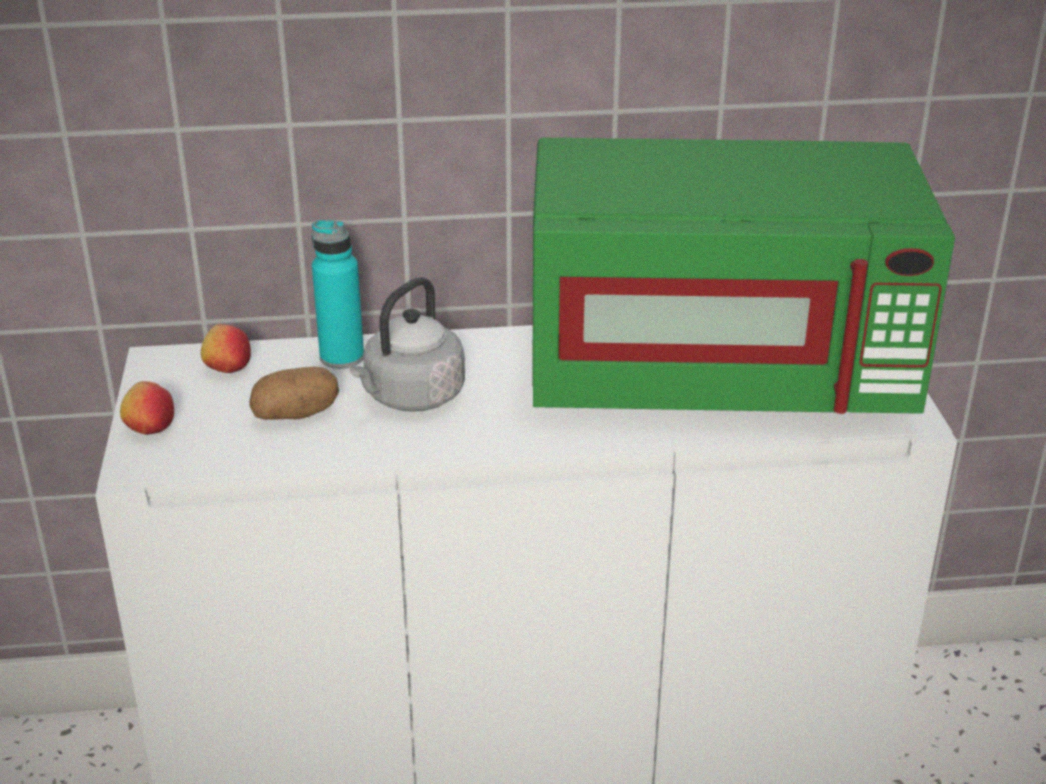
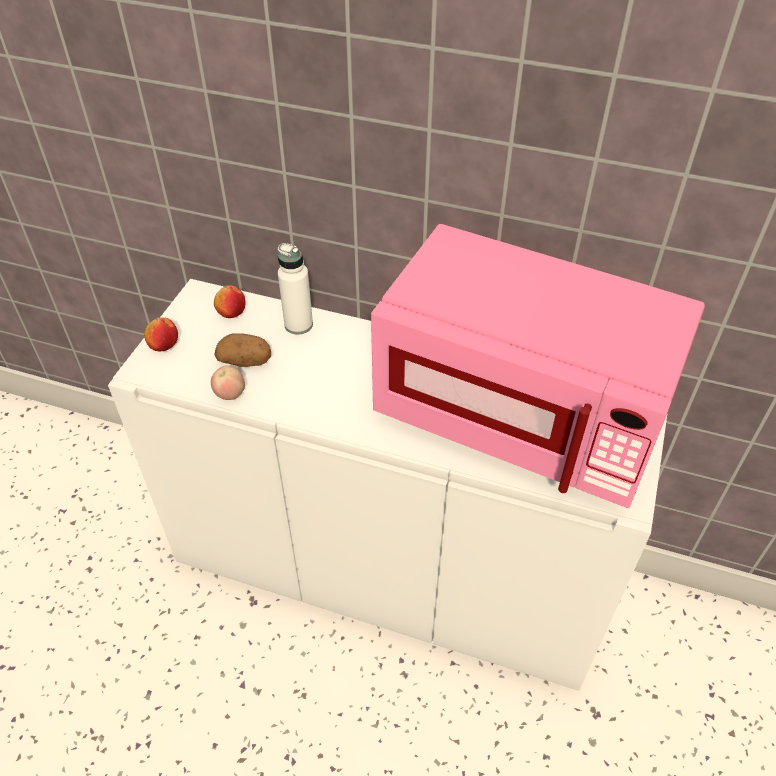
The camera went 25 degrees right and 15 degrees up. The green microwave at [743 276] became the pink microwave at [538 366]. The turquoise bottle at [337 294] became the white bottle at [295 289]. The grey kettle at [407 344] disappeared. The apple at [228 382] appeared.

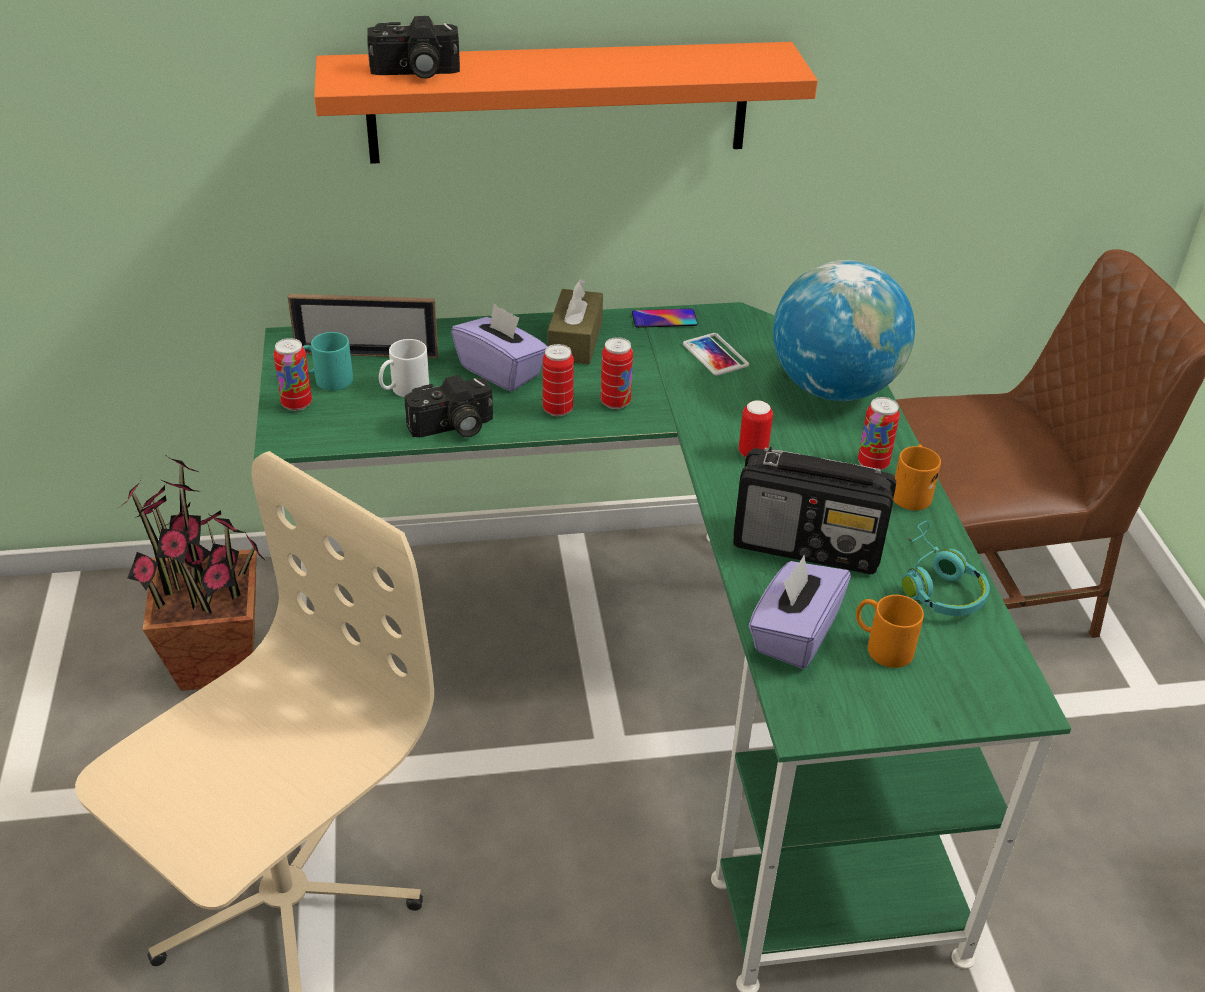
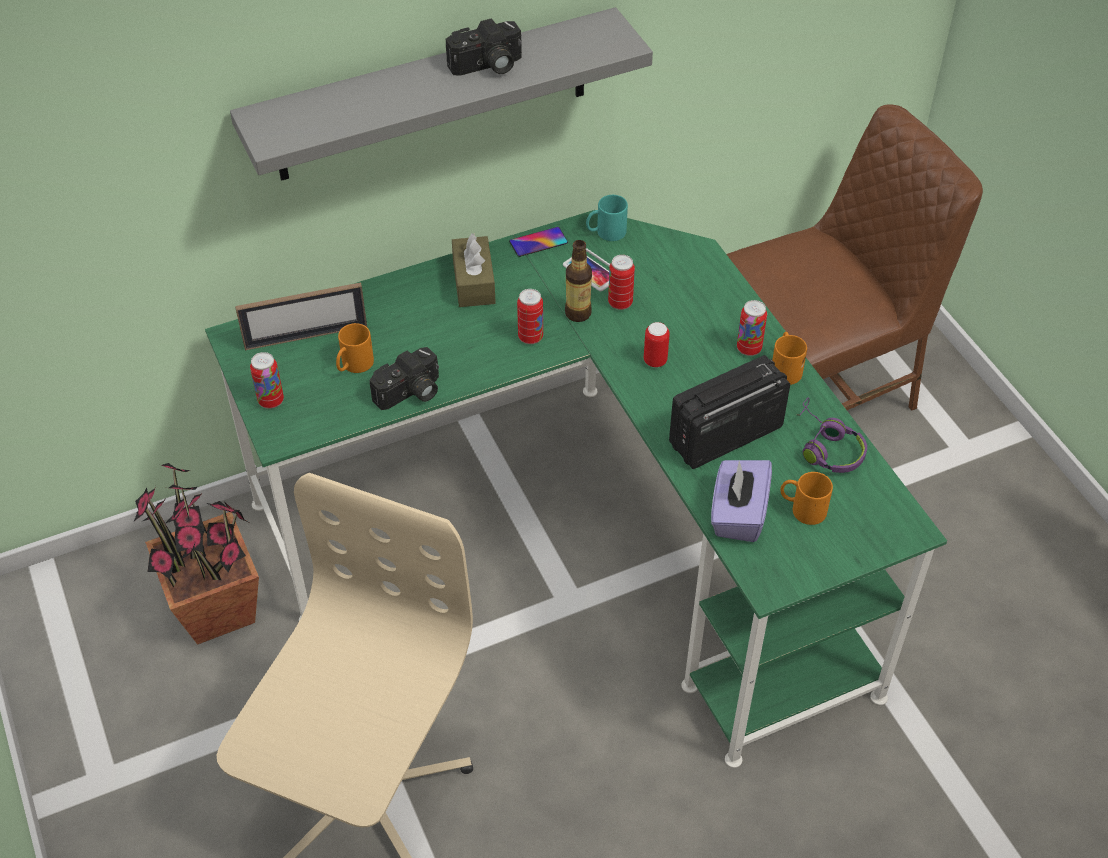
The camera went 15 degrees left and 10 degrees up. The photo camera moved from [413 47] to [484 47]. The orange shelf at [566 103] became the grey shelf at [441 94]. The globe at [844 330] disappeared. The purple tissue box at [499 348] disappeared. The turquoise mug moved from [327 361] to [607 218]. The white mug at [404 368] became the orange mug at [355 348]. The can moved from [558 380] to [621 282]. The radio at [814 510] turned 150 degrees clockwise. The turquoise headphones at [946 568] became the purple headphones at [832 435]. The bottle at [578 281] appeared.

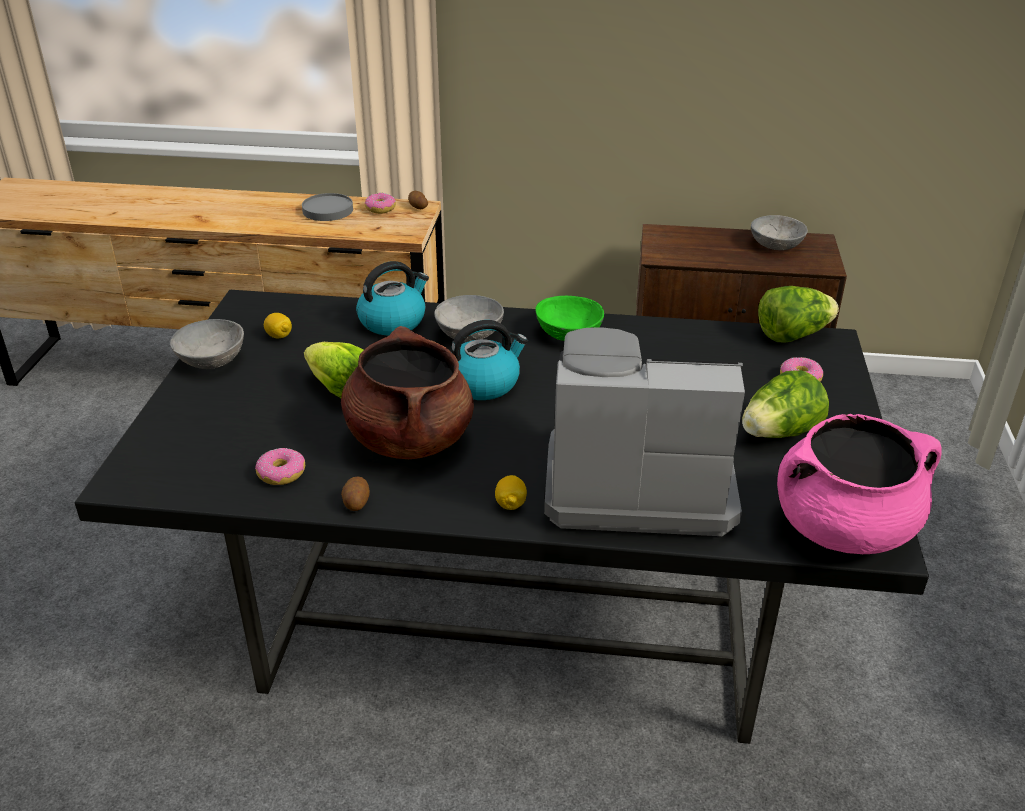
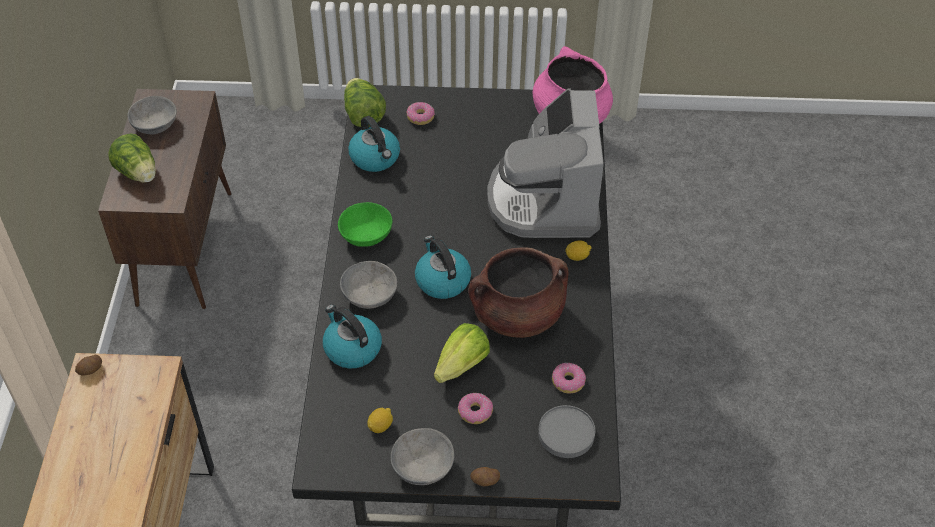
The camera went 95 degrees left and 15 degrees up. The grey plate moved from [327 207] to [566 431]. The donut moved from [380 203] to [475 408]. The lettuce moved from [785 404] to [132 158]. The potato moved from [355 493] to [485 476]. The kettle at [374 144] appeared.

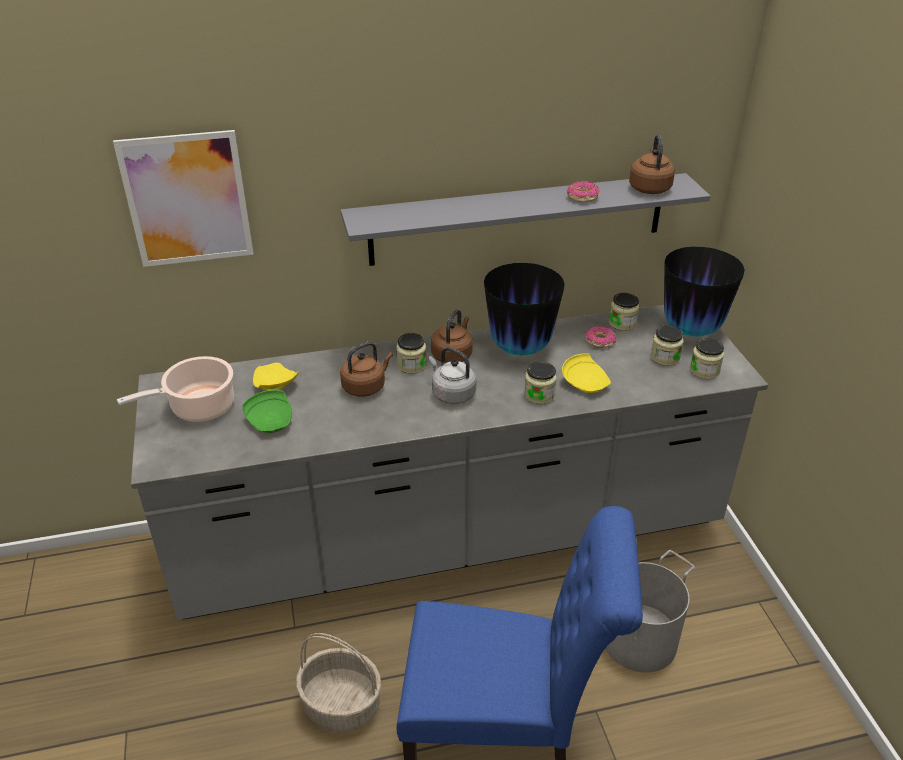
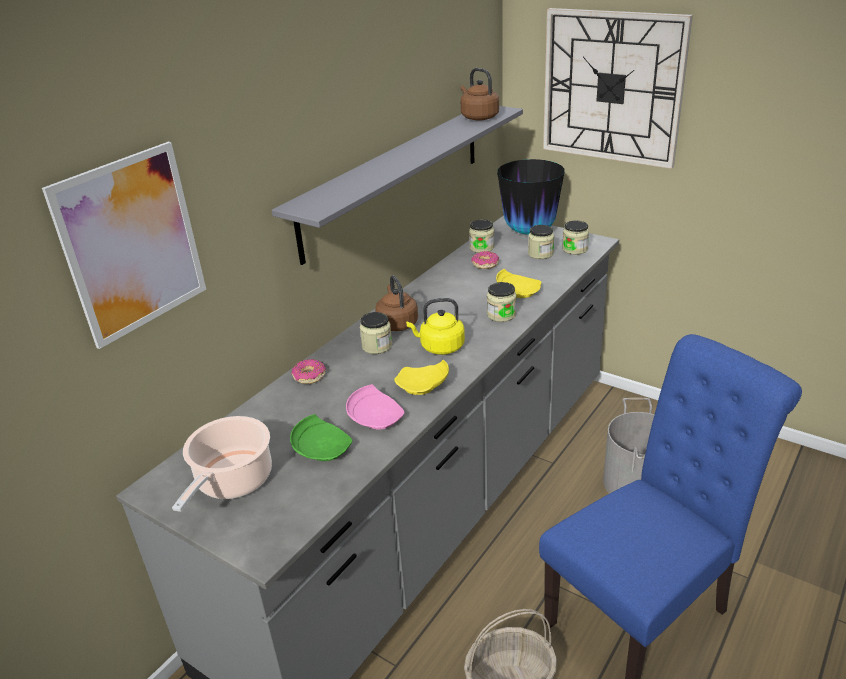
The camera went 40 degrees left and 5 degrees down. The donut moved from [583 191] to [308 371]. The vase at [524 309] disappeared. The brown kettle at [366 369] disappeared. The grey kettle at [452 375] became the yellow kettle at [435 326]. The yellow plate moved from [276 377] to [421 377]. The wall clock at [618 88] appeared. The pink plate at [375 406] appeared.

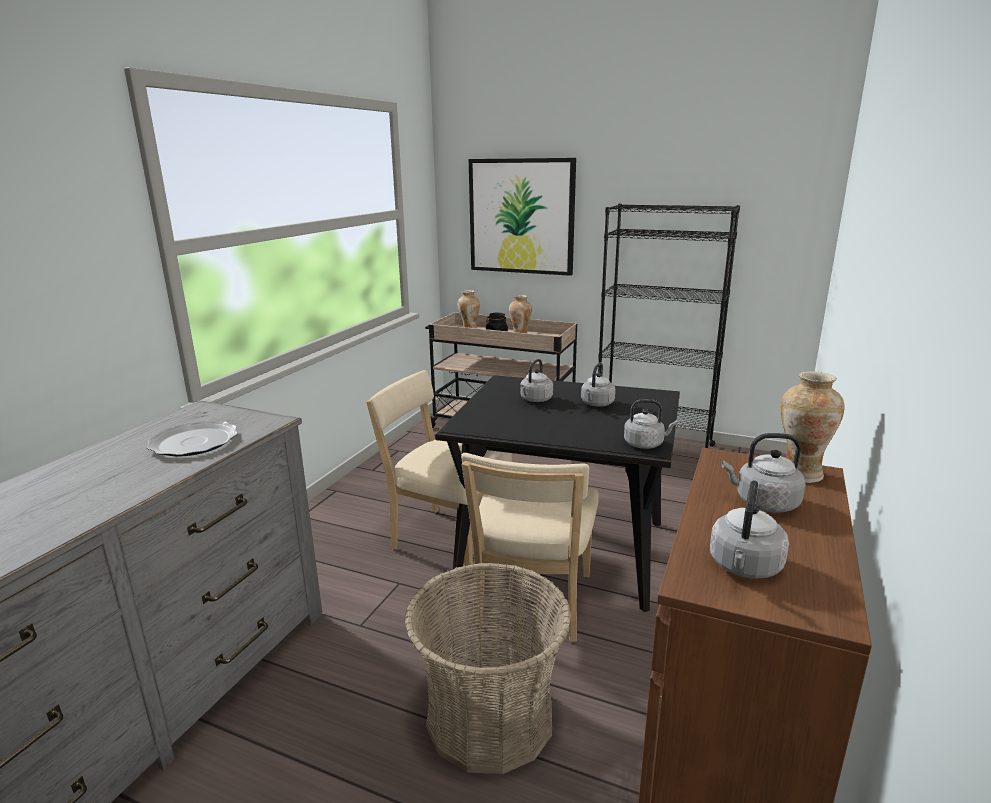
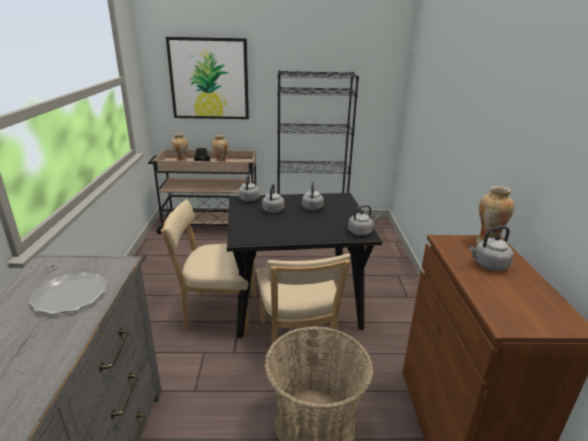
The camera went 25 degrees left and 5 degrees up. The grey kettle moved from [749 529] to [249 188].

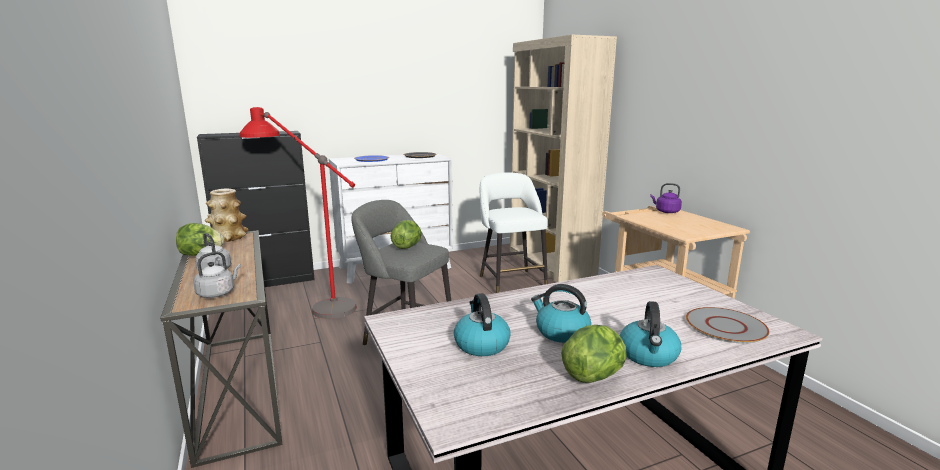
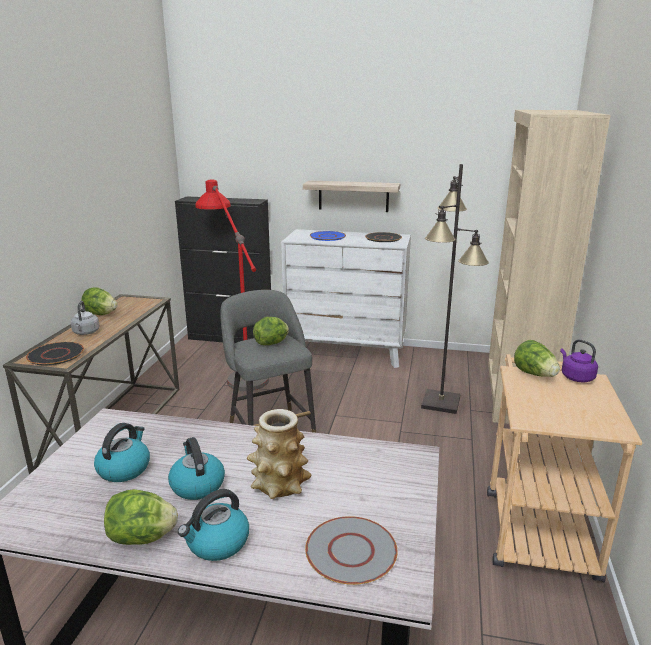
The camera went 35 degrees right and 5 degrees up. The white stool at [514 232] was replaced by the black floor lamp at [455 289]. The vase moved from [226 215] to [279 454]. The grey kettle at [217 275] was replaced by the black plate at [55 353]. The shelf at [351 196] appeared. The lettuce at [537 358] appeared.

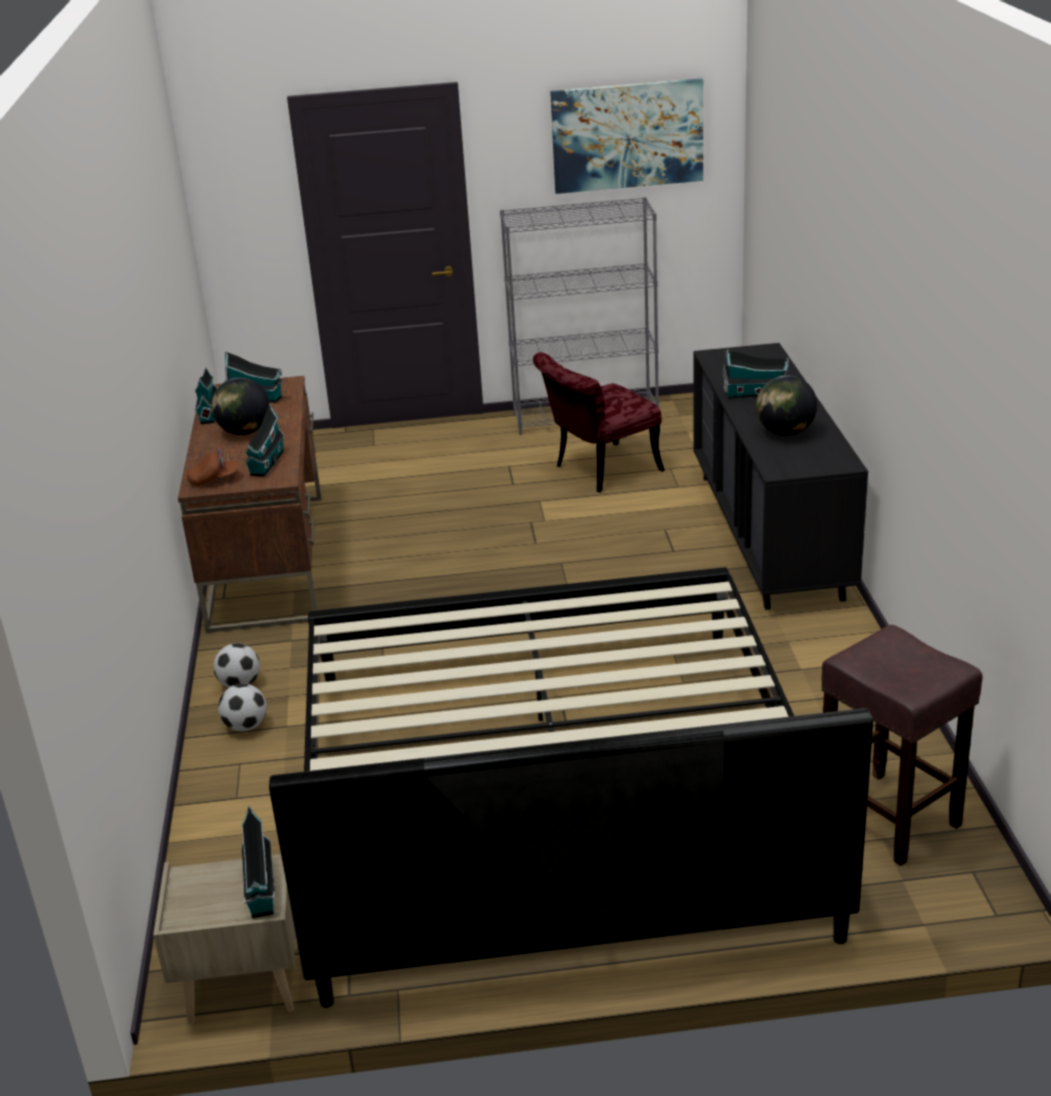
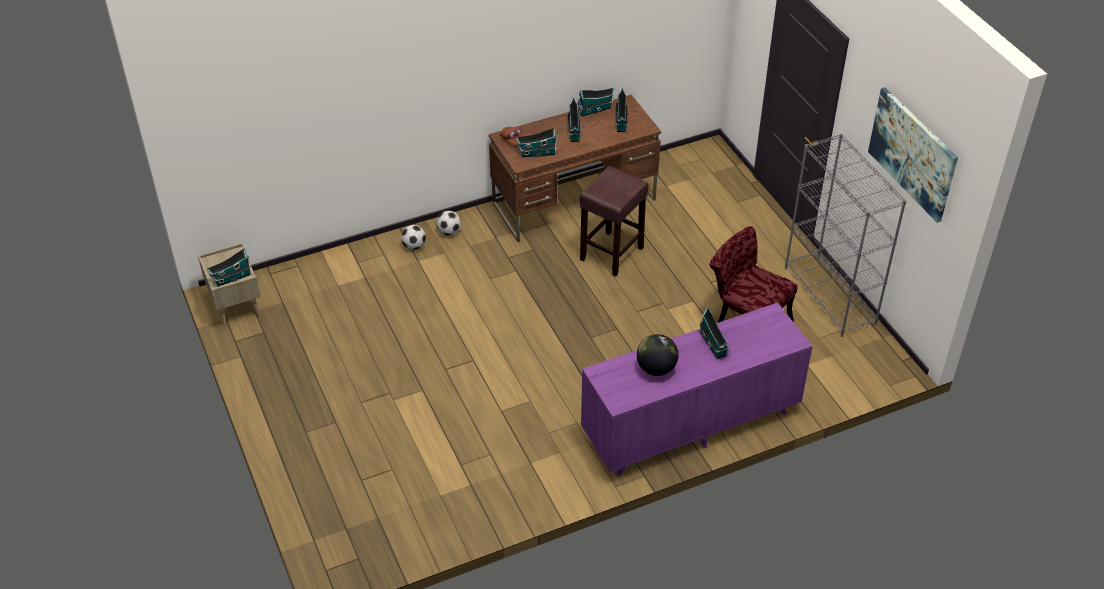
The camera went 70 degrees right and 15 degrees up. The black dresser at [781 476] became the purple dresser at [697 389]. The globe at [240 406] was replaced by the toy house at [574 119]. The bed at [571 787] disappeared. The brown stool moved from [902 745] to [614 221].

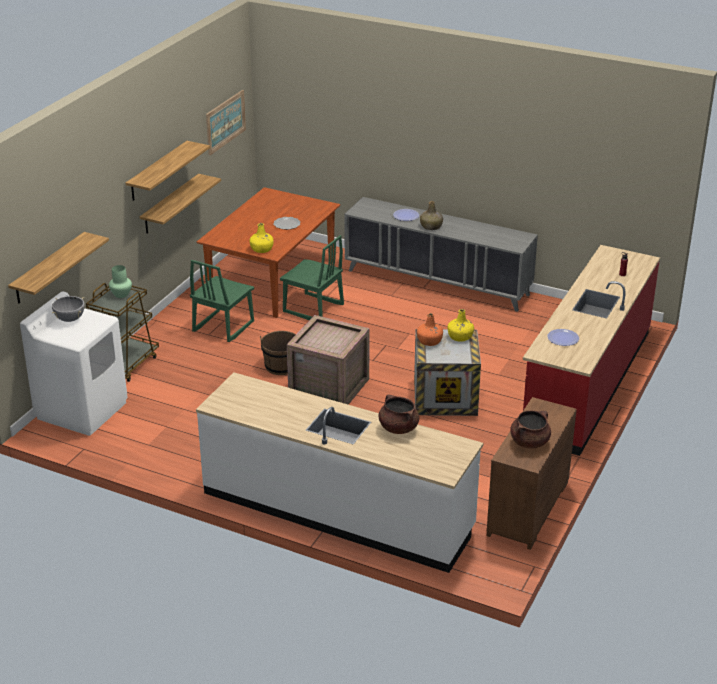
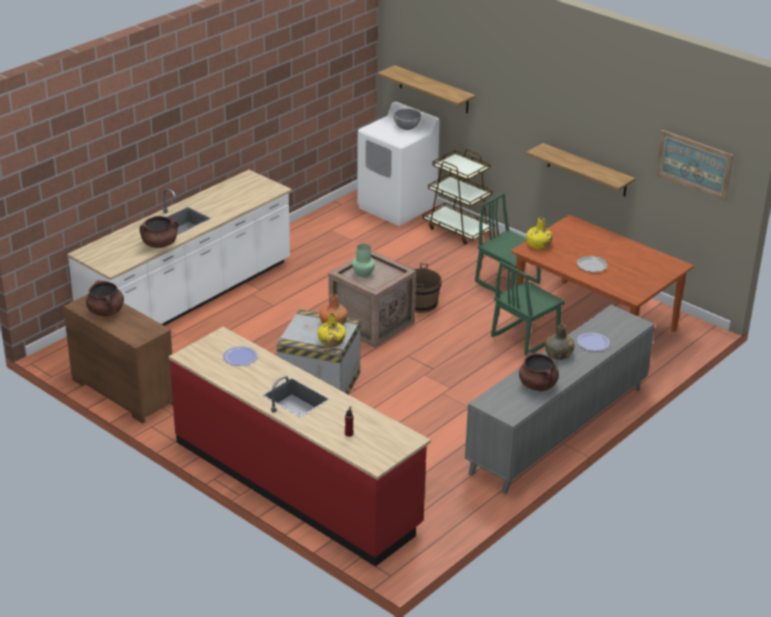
The camera went 105 degrees right and 0 degrees up. The shelf at [168 171] disappeared. The green vase moved from [120 281] to [363 260]. The brown cooking pot at [539 371] appeared.

